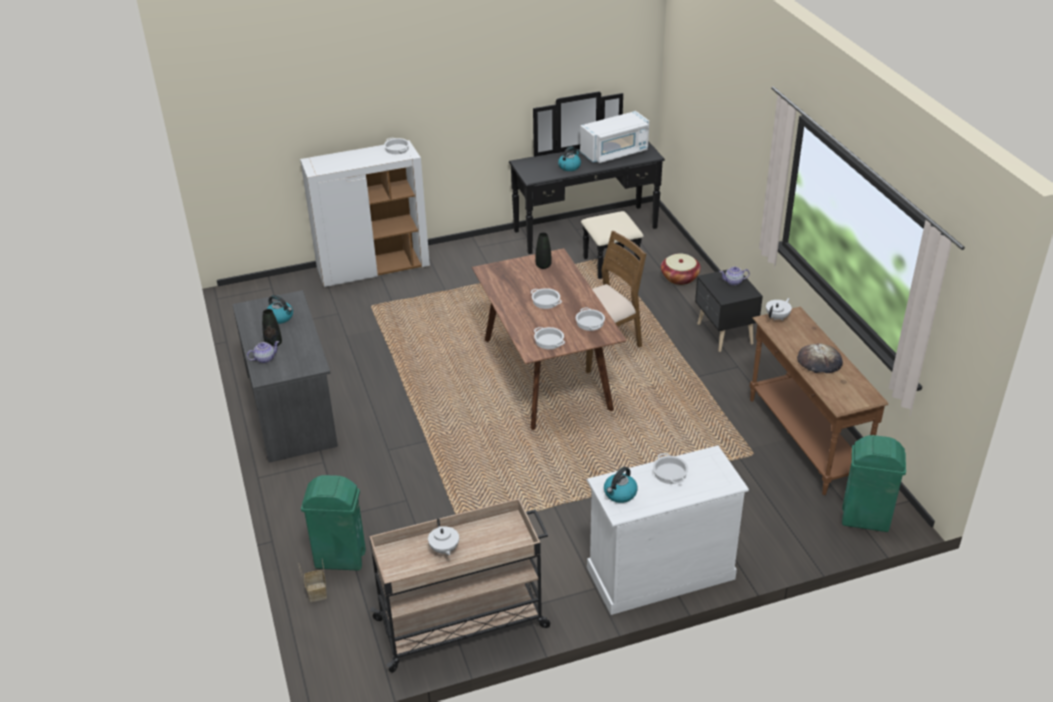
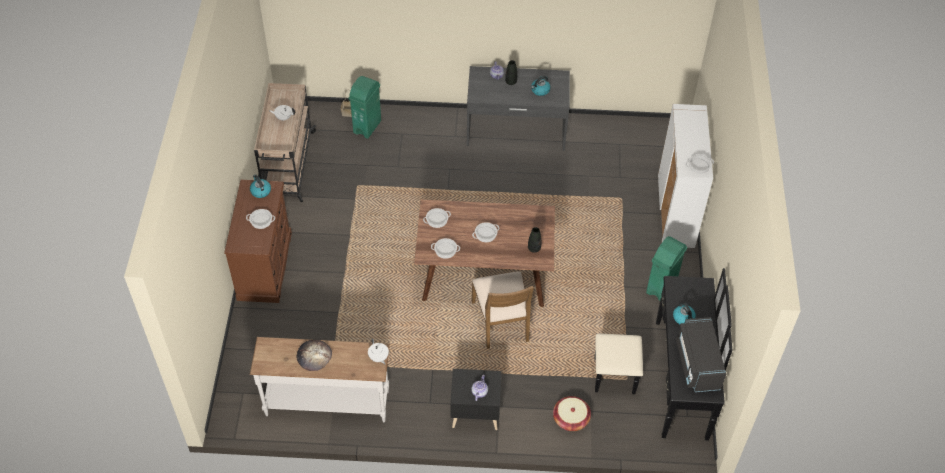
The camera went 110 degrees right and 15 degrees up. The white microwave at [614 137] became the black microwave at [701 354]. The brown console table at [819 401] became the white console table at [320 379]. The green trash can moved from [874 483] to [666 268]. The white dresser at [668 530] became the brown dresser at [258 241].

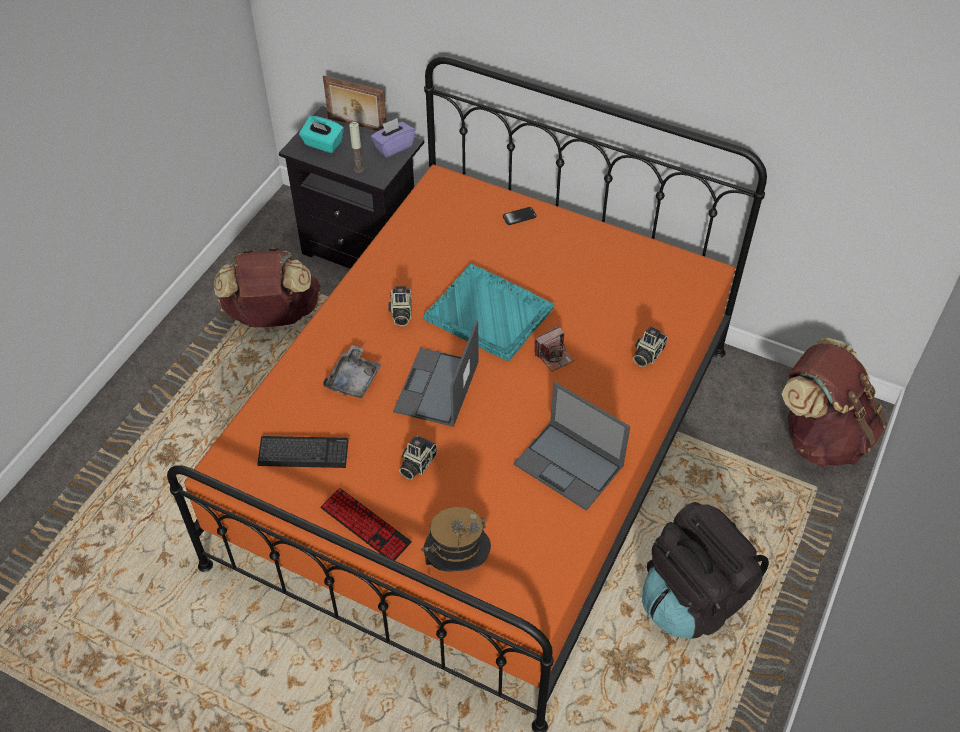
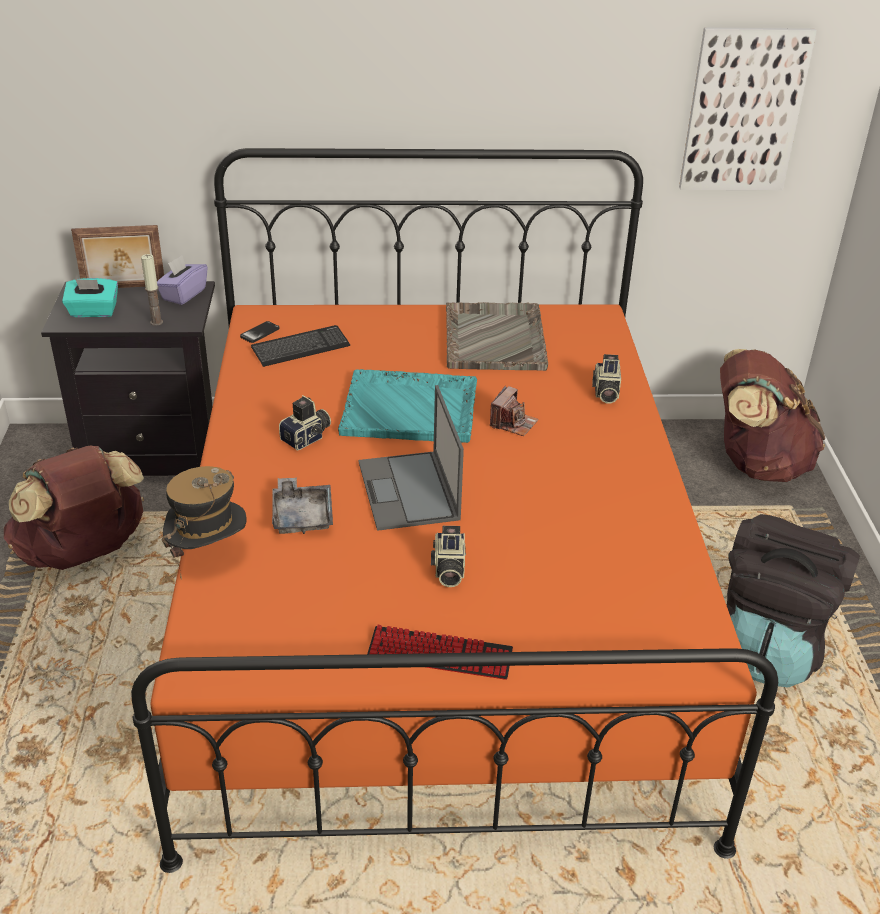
The camera went 30 degrees left and 15 degrees down. The phone moved from [519 216] to [260 332]. The photo camera at [400 306] turned 105 degrees counterclockwise. The laptop at [571 446] disappeared. The keyboard moved from [303 452] to [300 346]. The hat moved from [456 539] to [204 523]. The picture at [748 108] appeared. The grey tray at [497 336] appeared.

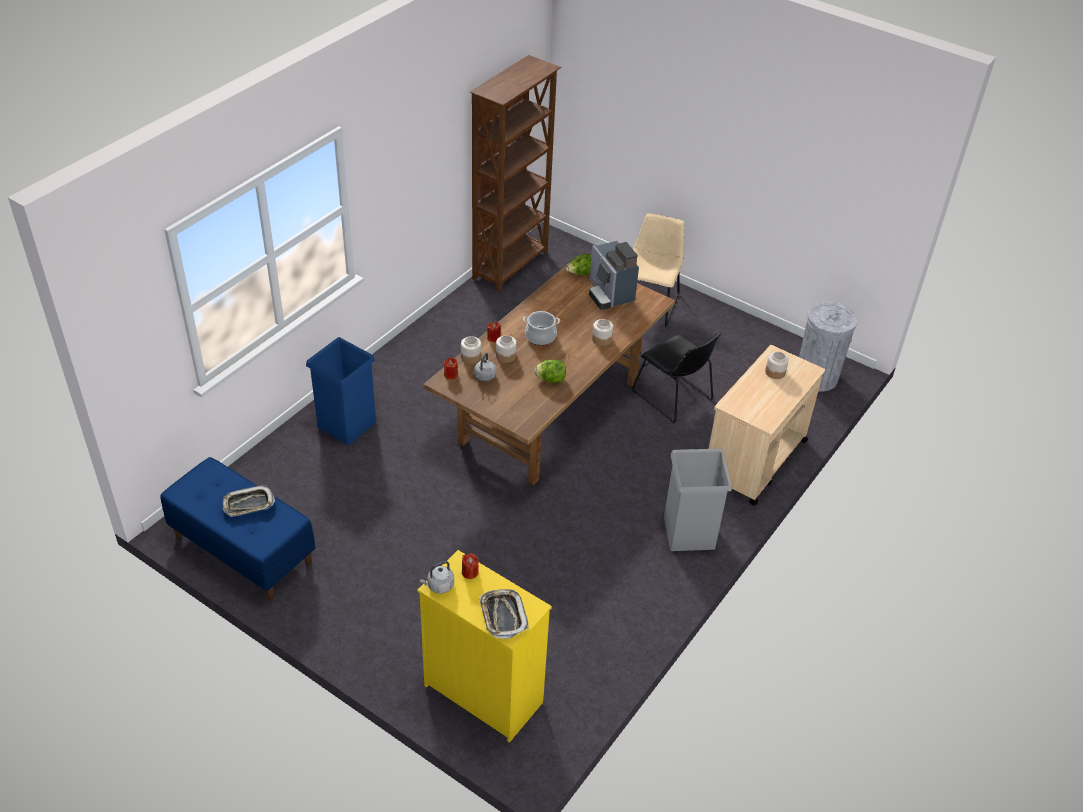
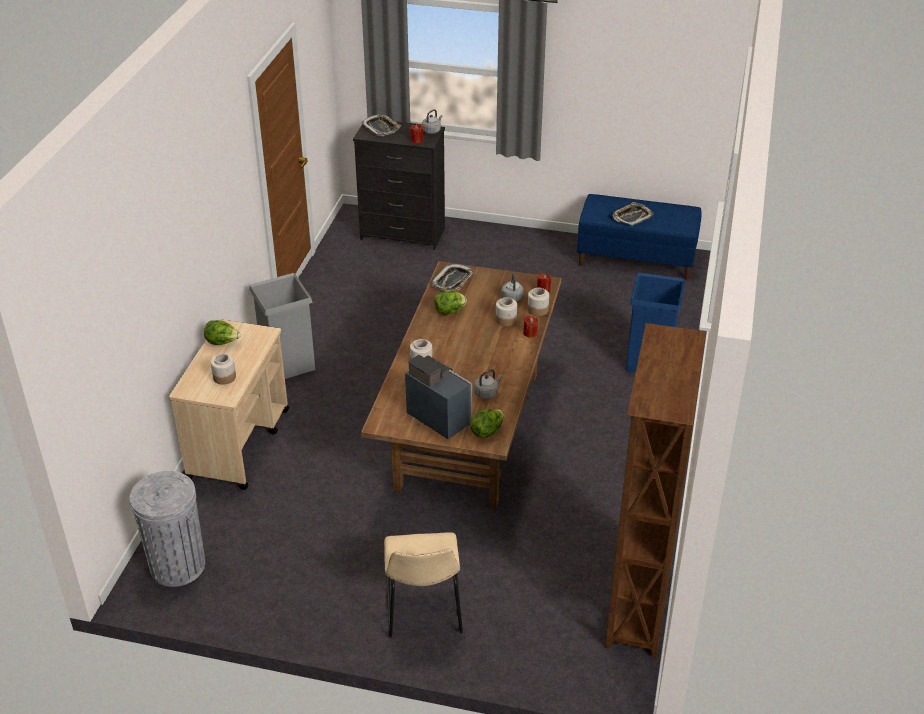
The camera went 160 degrees right and 5 degrees down. The cooking pot at [541 328] disappeared. The black chair at [676 377] disappeared. The yellow dresser at [484 646] became the black dresser at [399 185]. The tray at [453 277] appeared. The lettuce at [222 332] appeared. The grey kettle at [488 384] appeared.

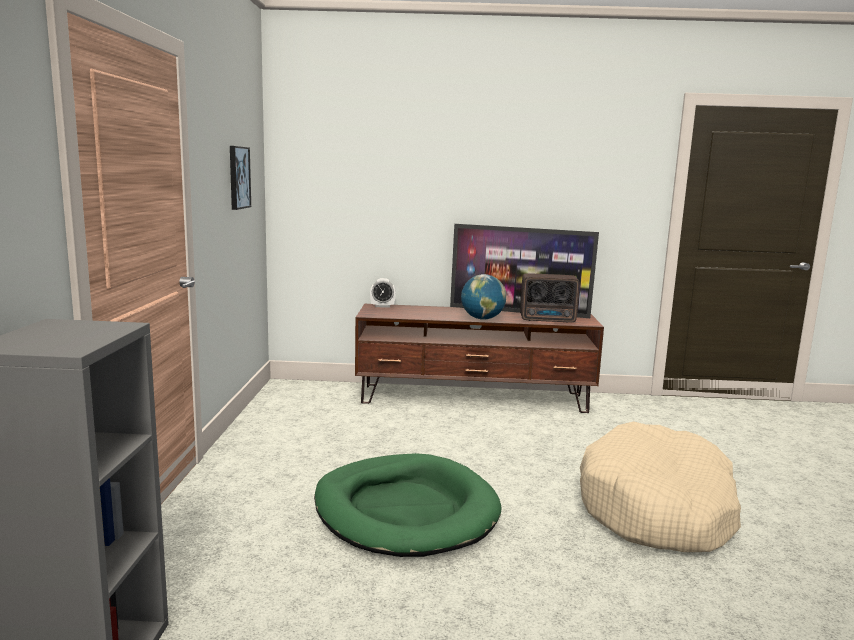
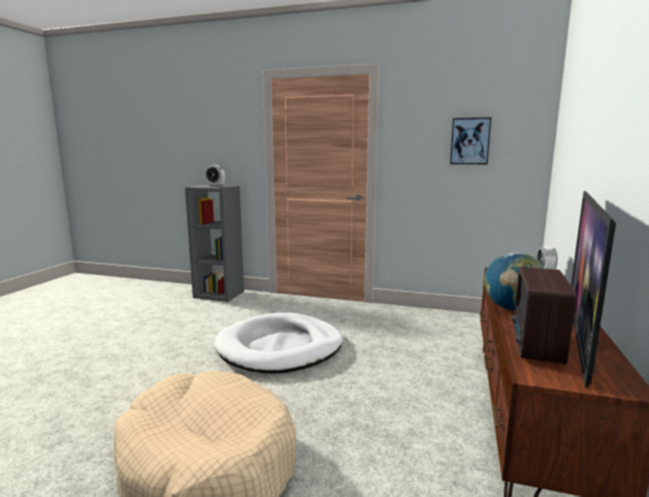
The camera went 105 degrees right and 0 degrees up. The green dog bed at [408 505] became the white dog bed at [279 343]. The alarm clock at [215 176] appeared.

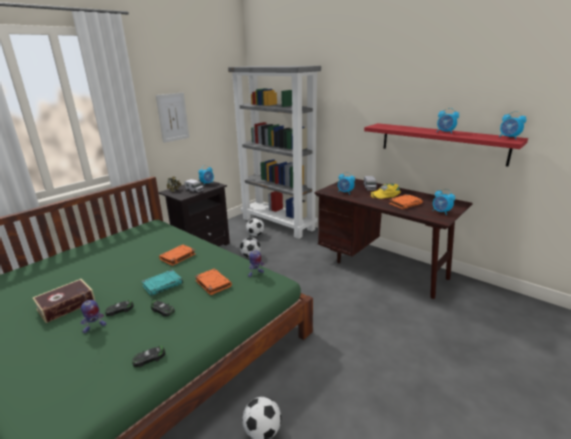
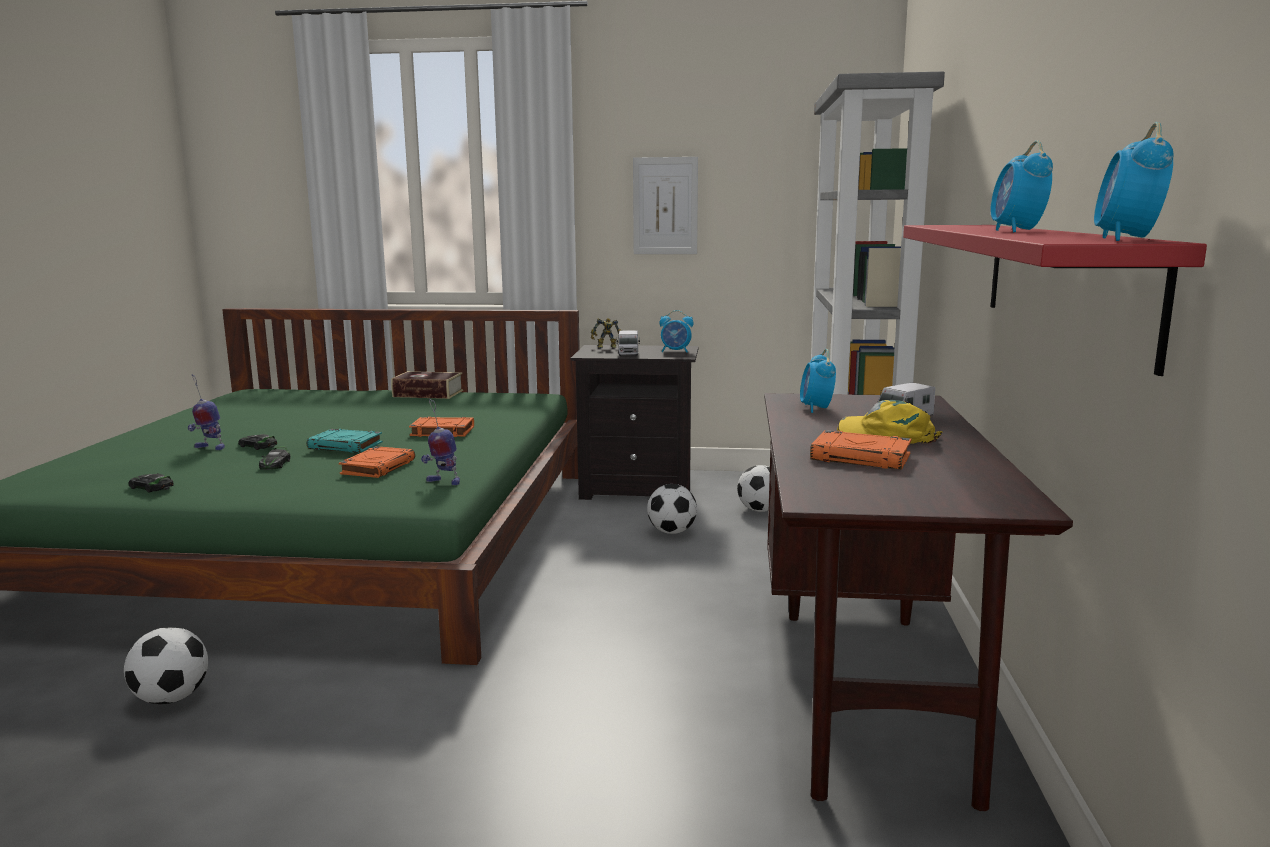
The camera went 55 degrees right and 10 degrees down. The alarm clock at [444 202] disappeared. The book moved from [63 301] to [427 385].

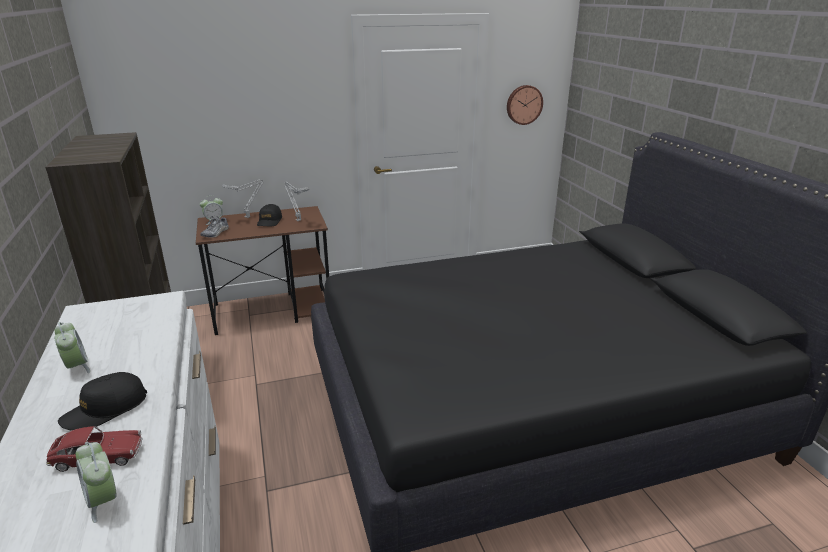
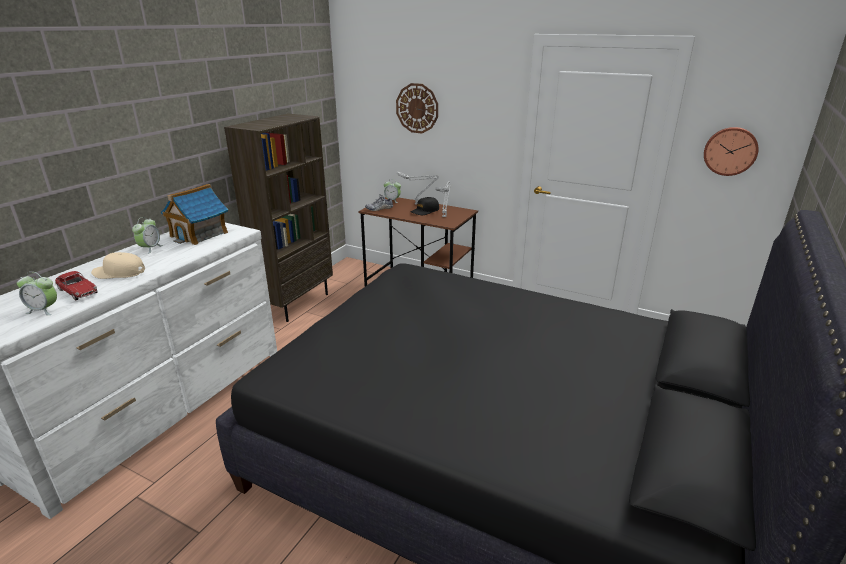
The camera went 45 degrees right and 0 degrees up. The black cap at [102 401] became the beige cap at [118 265]. The alarm clock at [96 482] turned 90 degrees counterclockwise. The wall clock at [417 108] appeared. The toy house at [194 214] appeared.

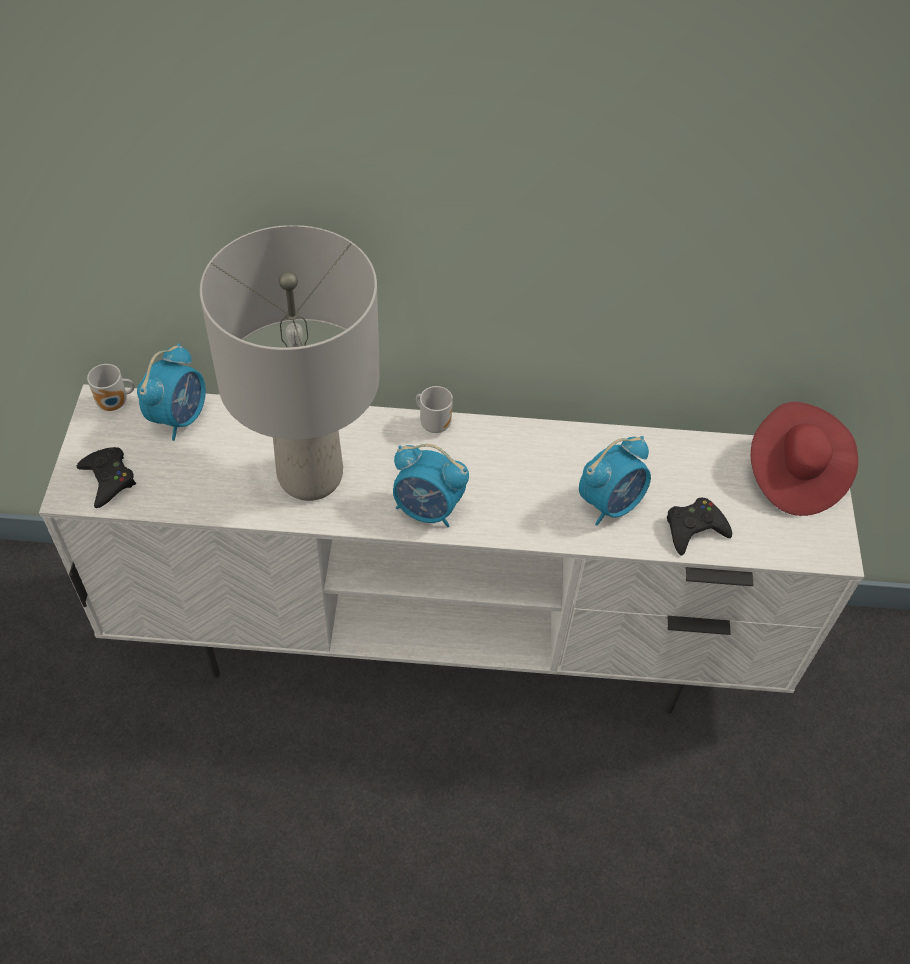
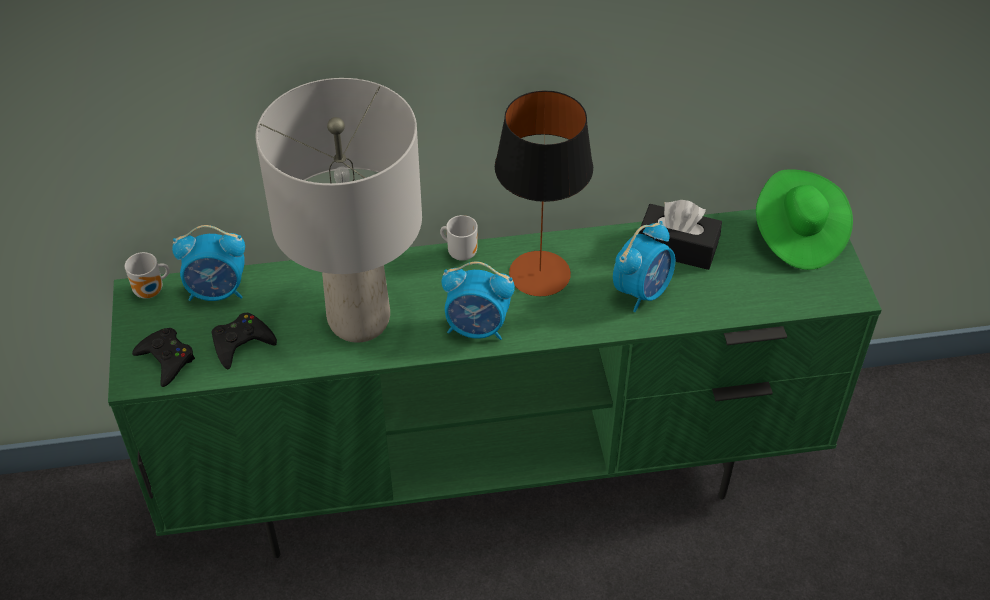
The camera went 10 degrees left and 5 degrees down. The alarm clock at [171 392] turned 75 degrees clockwise. The white tv stand at [451 549] became the green tv stand at [495 383]. The red hat at [804 459] became the green hat at [804 219]. The black game controller moved from [699 527] to [244 341]. The table lamp at [544 193] appeared. The black tissue box at [680 235] appeared.

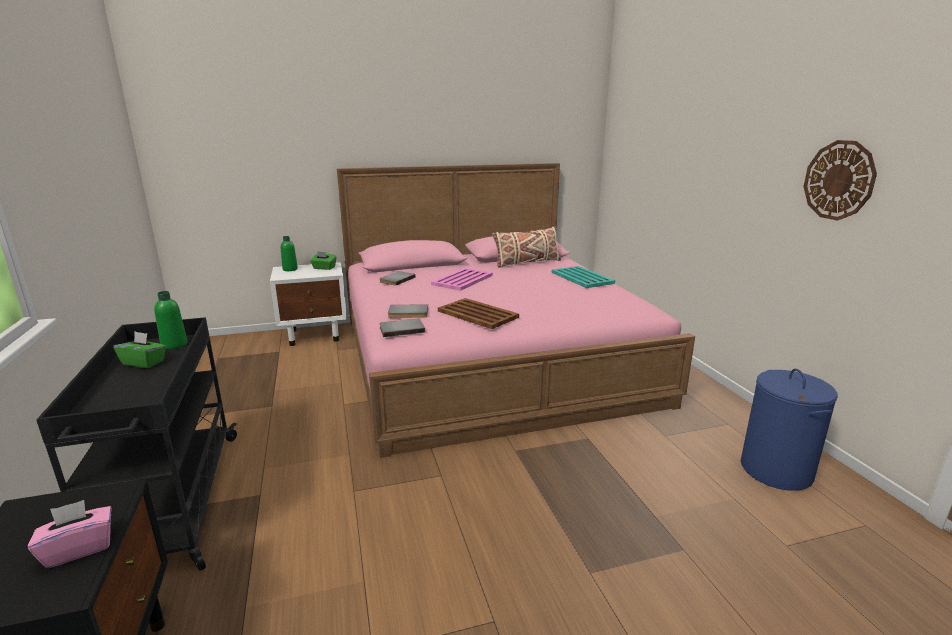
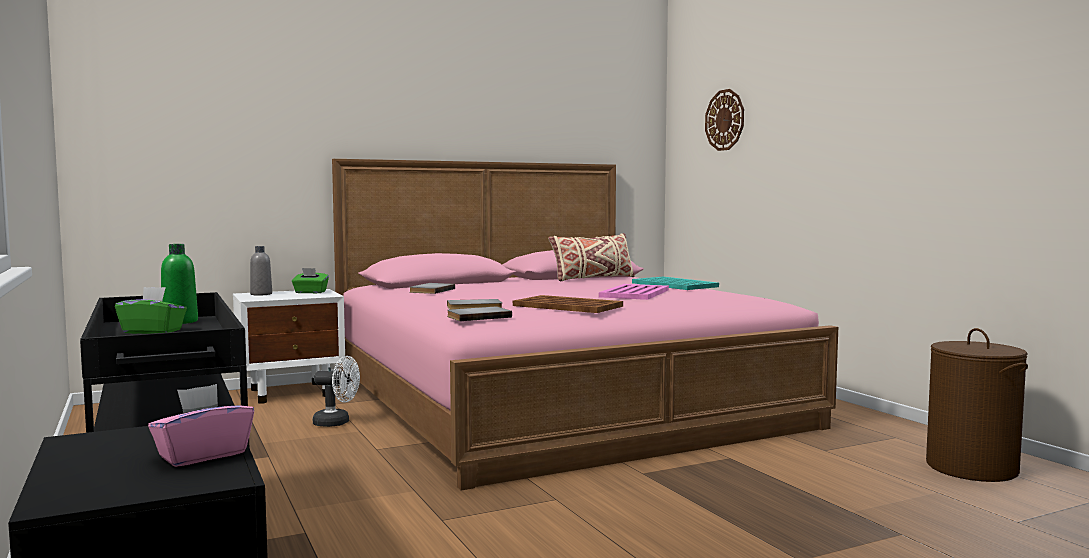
The camera went 10 degrees left and 15 degrees down. The wall clock moved from [840 180] to [724 120]. The green bottle at [289 253] became the grey bottle at [261 271]. The pink tray moved from [462 279] to [634 292]. The blue laundry basket at [789 430] became the brown laundry basket at [977 405]. The white fan at [336 391] appeared.

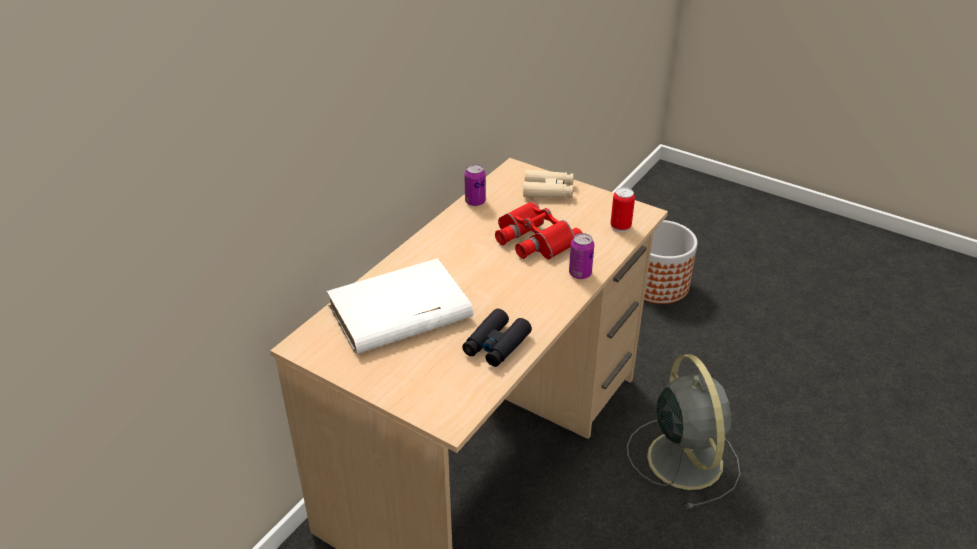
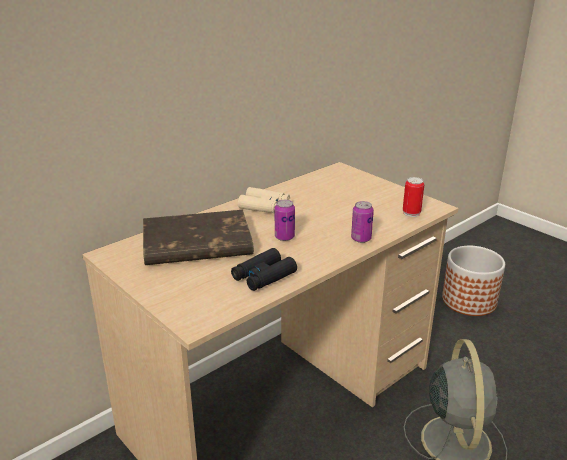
The camera went 15 degrees right and 10 degrees down. The can moved from [475 185] to [285 220]. The beige binoculars moved from [548 184] to [264 200]. The red binoculars at [538 230] disappeared. The white book at [399 306] became the brown book at [198 237].

